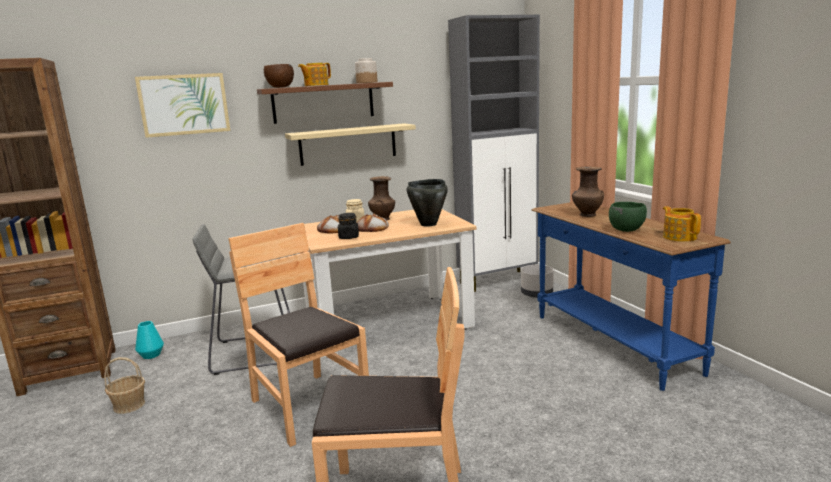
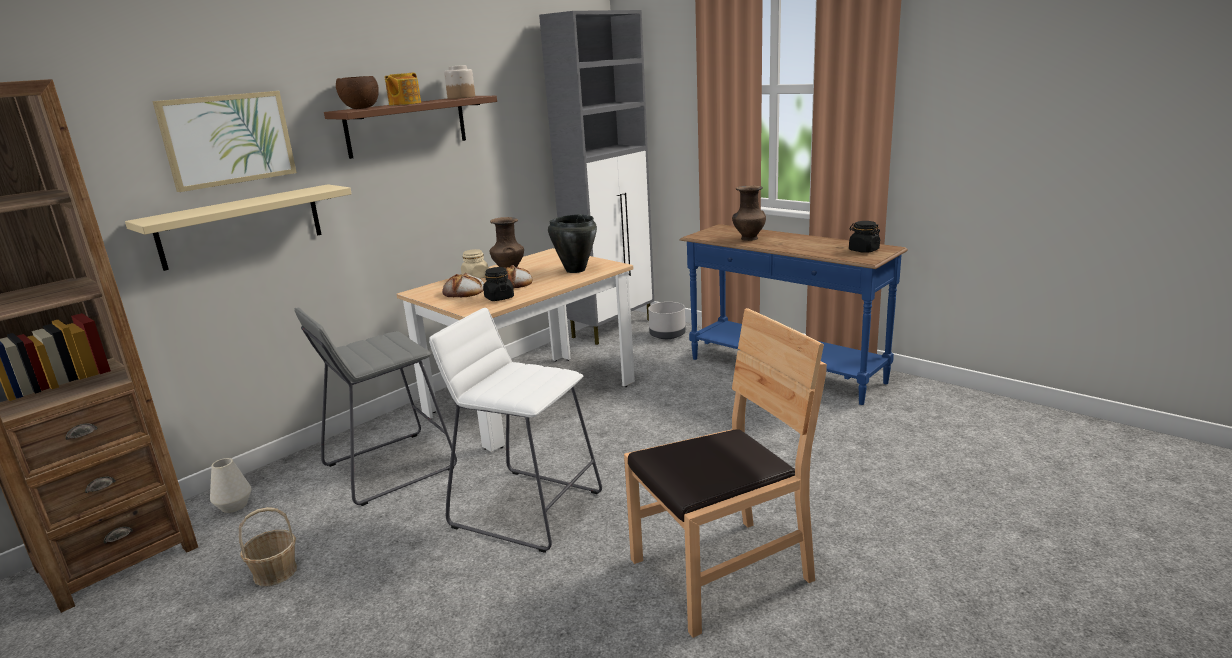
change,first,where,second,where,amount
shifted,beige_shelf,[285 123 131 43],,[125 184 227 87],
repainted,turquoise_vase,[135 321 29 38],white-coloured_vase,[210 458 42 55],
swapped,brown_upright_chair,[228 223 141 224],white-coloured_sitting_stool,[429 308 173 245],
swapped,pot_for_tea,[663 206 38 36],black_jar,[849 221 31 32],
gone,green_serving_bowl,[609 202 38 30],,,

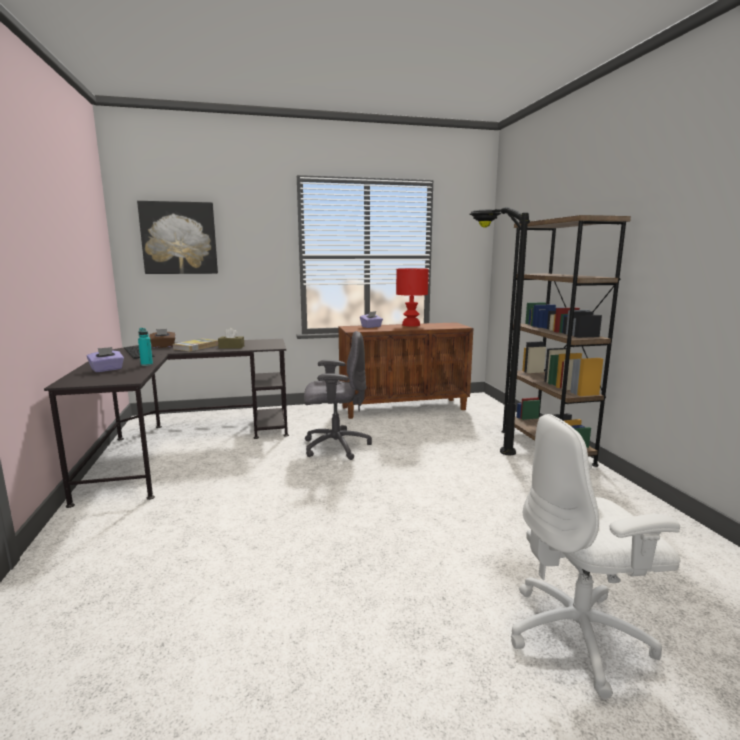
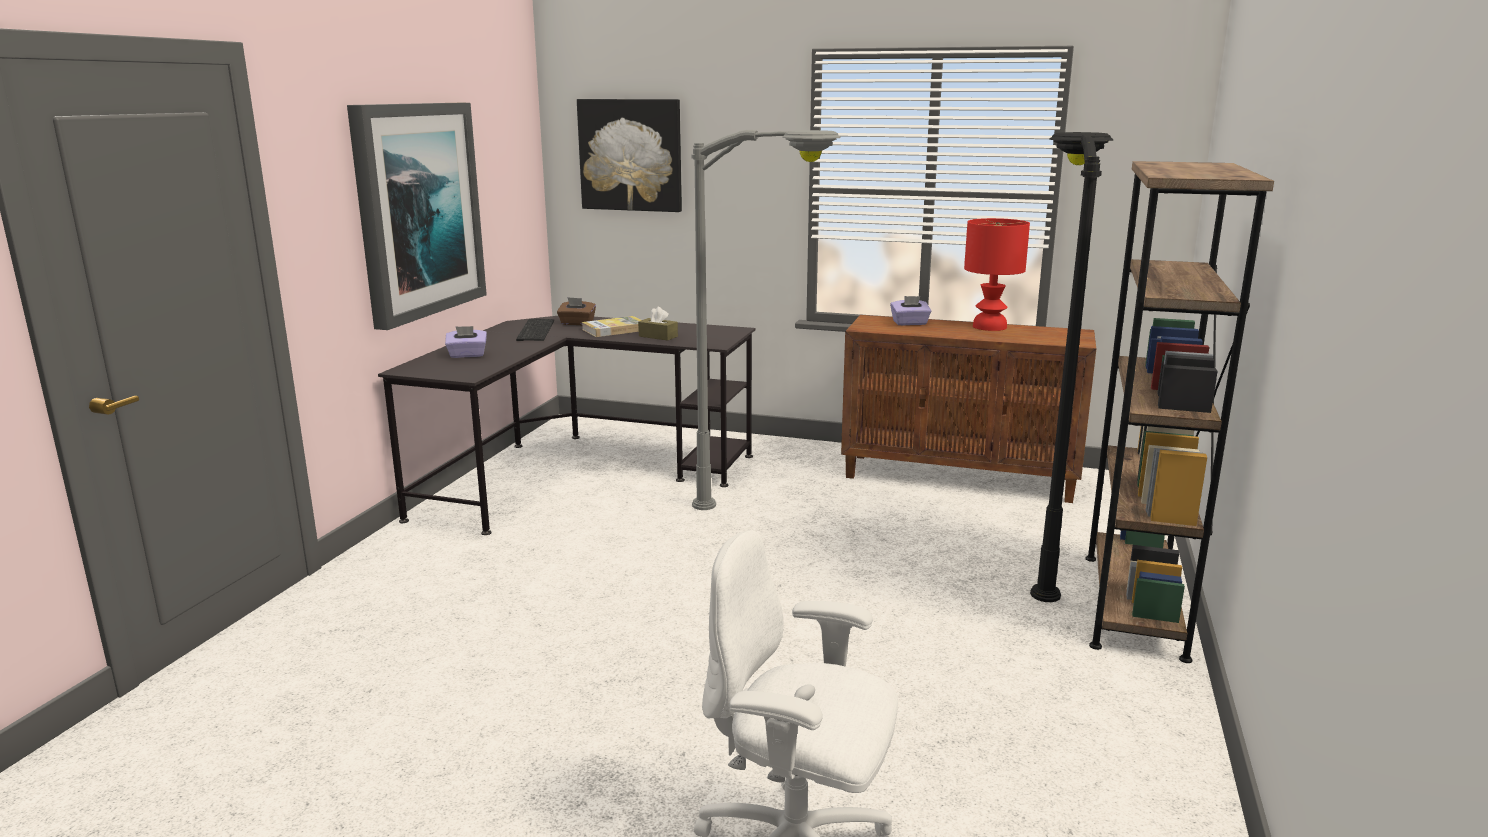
change,first,where,second,where,amount
new,,,wall_art,[347 103 140 227],
swapped,greyish_office_chair,[304 331 68 129],greyish_standard_lamp,[691 130 150 380],
gone,turquoise_bottle,[138 328 15 38],,,

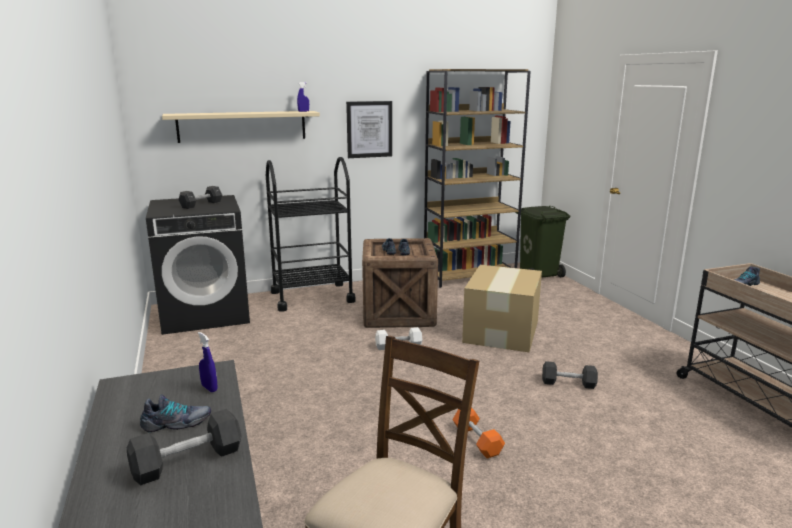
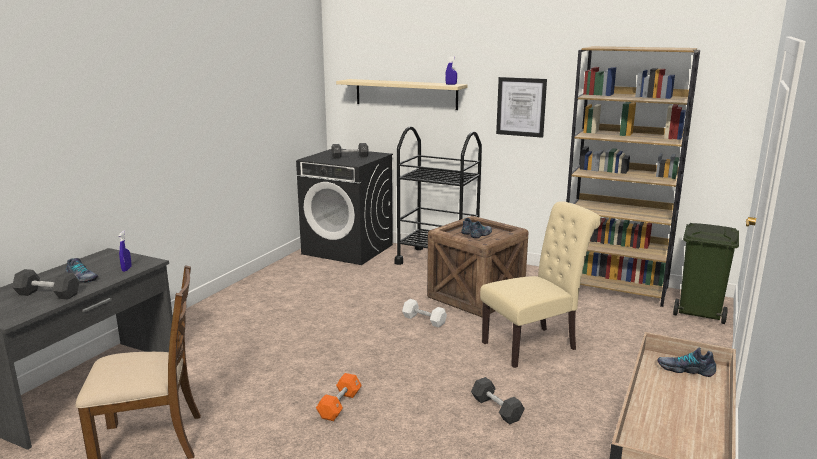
change,first,where,second,where,amount
swapped,packing_box,[462 265 80 87],beige_upright_chair,[480 201 121 167],

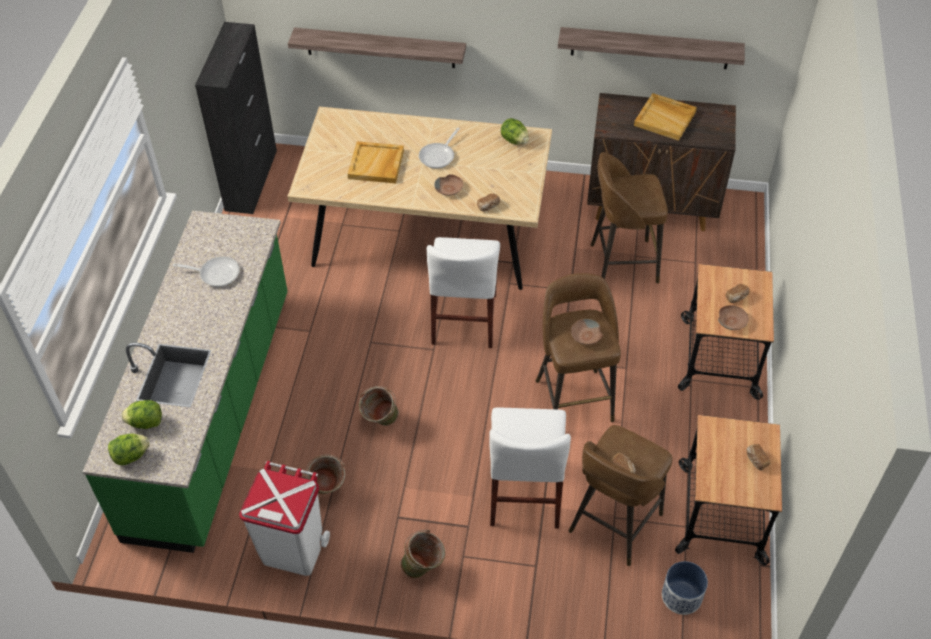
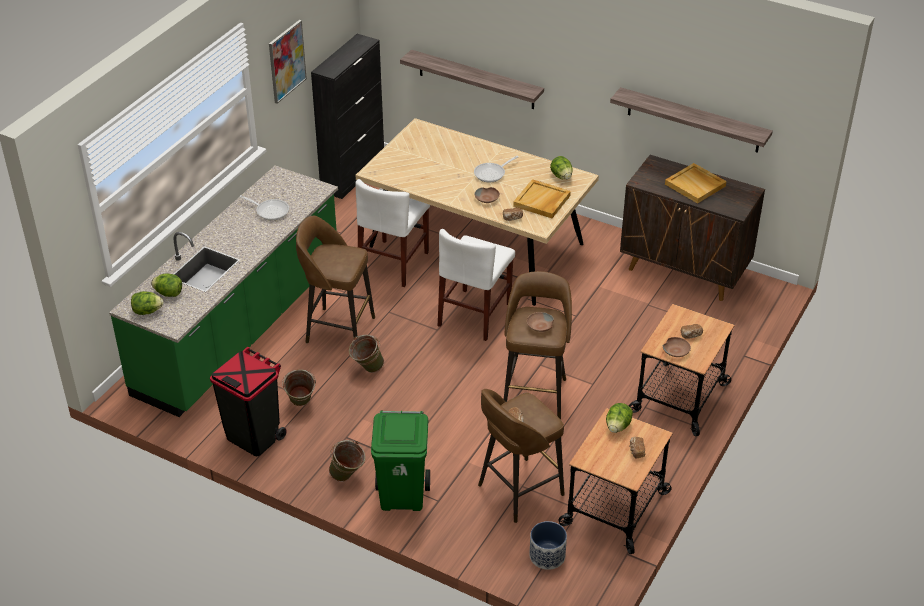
change,first,where,second,where,amount
repainted,white-coloured_waste_bin,[239 461 91 115],black_waste_bin,[210 347 77 109],
new,,,wall_art,[269 20 38 84],
shifted,brown_sitting_stool,[591 152 77 131],,[296 216 79 127],
shifted,white-coloured_upright_chair,[489 408 82 121],,[355 179 75 108],
new,,,green_waste_bin,[371 410 59 101],
shifted,beige_serving_tray,[347 141 57 42],,[513 179 58 39],
new,,,head_of_lettuce,[606 403 27 30],

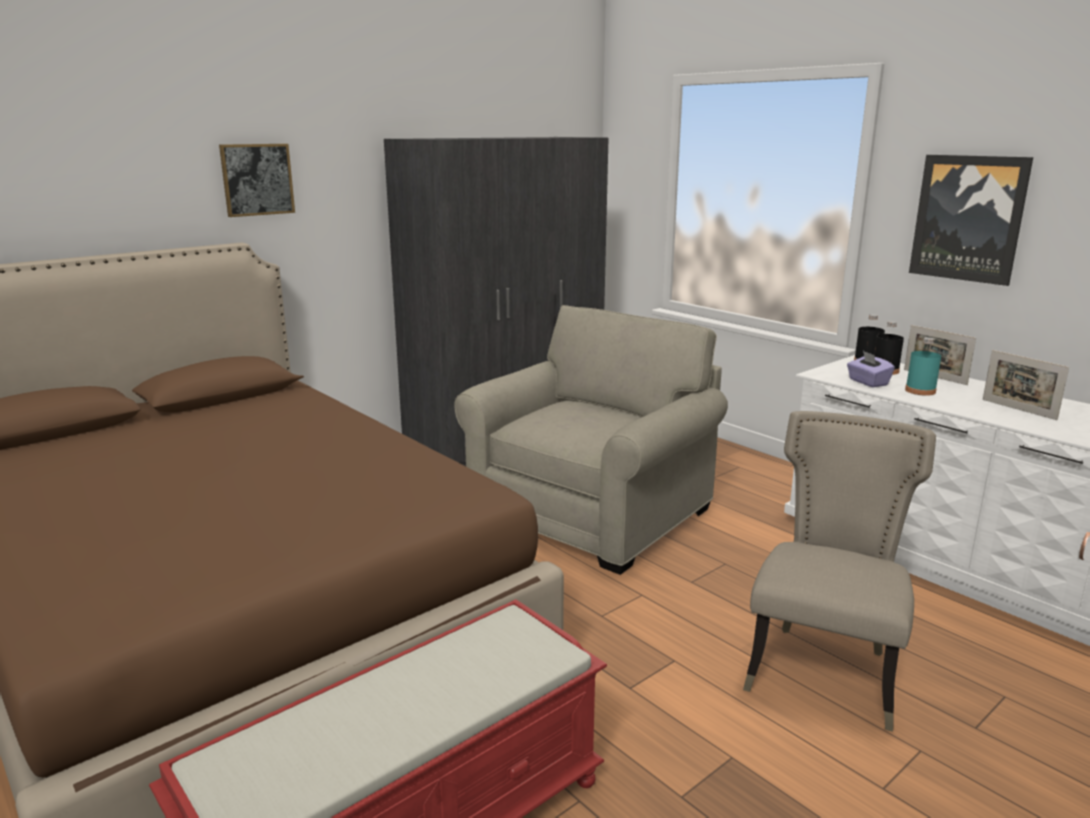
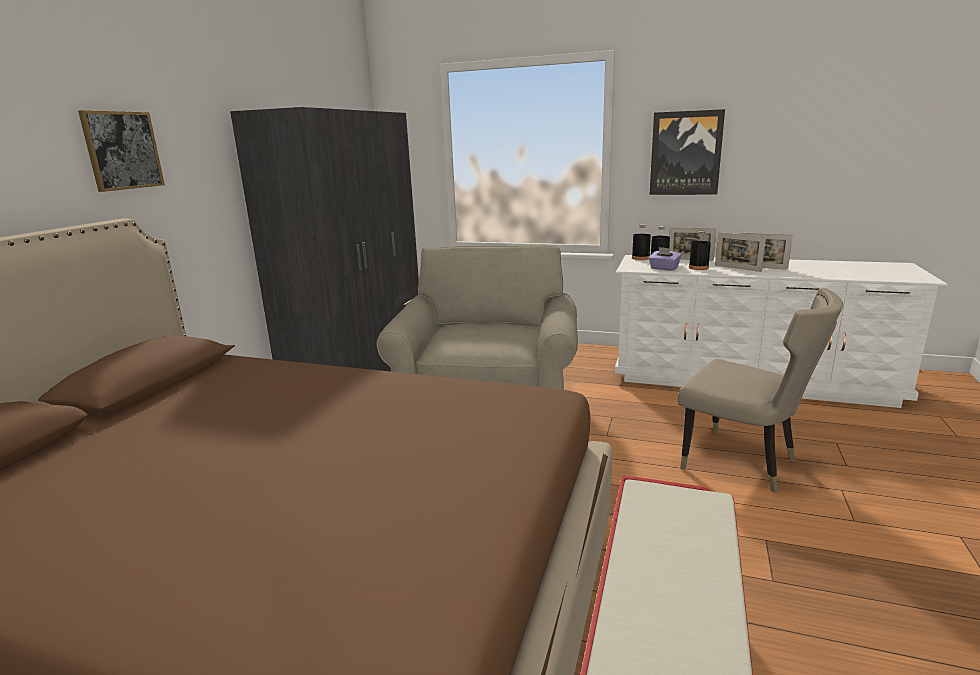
change,first,where,second,where,amount
rotated,beige_upright_chair,[743 411 193 321],,[678 288 165 205],135 degrees clockwise
repainted,turquoise_bottle,[905 337 36 59],black_bottle,[689 231 22 39],
new,,,picture_frame,[715 232 51 40],

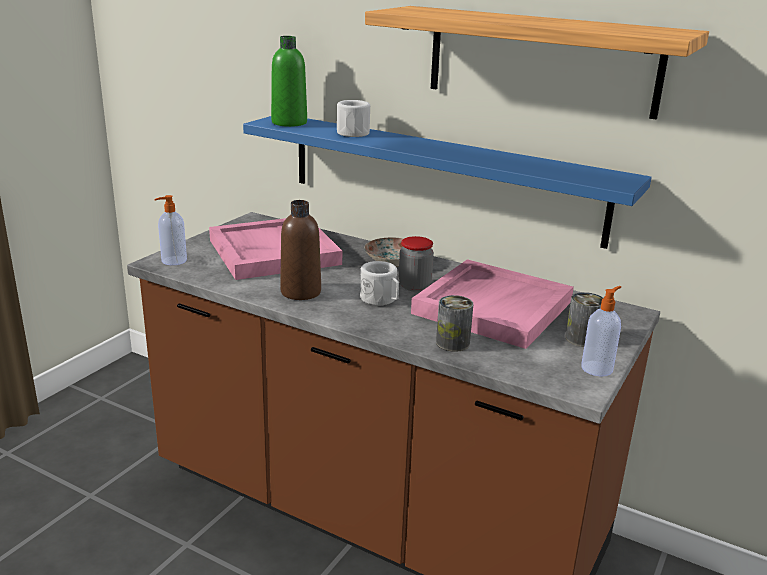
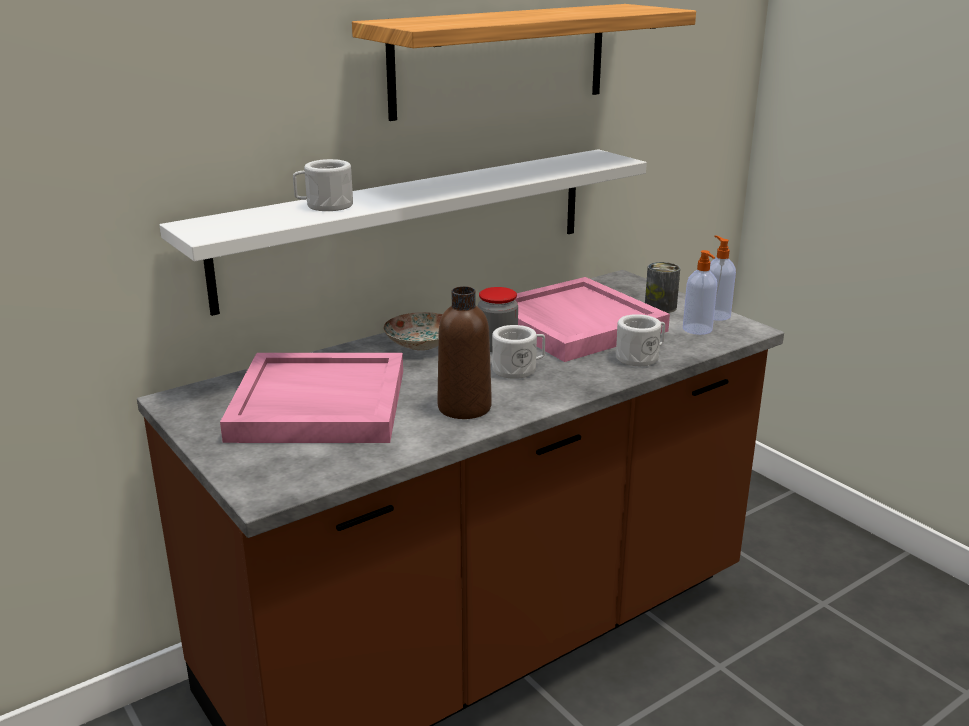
change,first,where,second,where,amount
repainted,blue_shelf,[243 116 409 133],white-coloured_shelf,[160 149 487 167],
swapped,metal_can,[436 295 37 57],white-coloured_coffee_mug,[616 314 49 52],
shifted,liquid_soap_bottle,[155 195 32 70],,[683 250 34 85],
gone,green_bottle,[271 36 36 91],,,

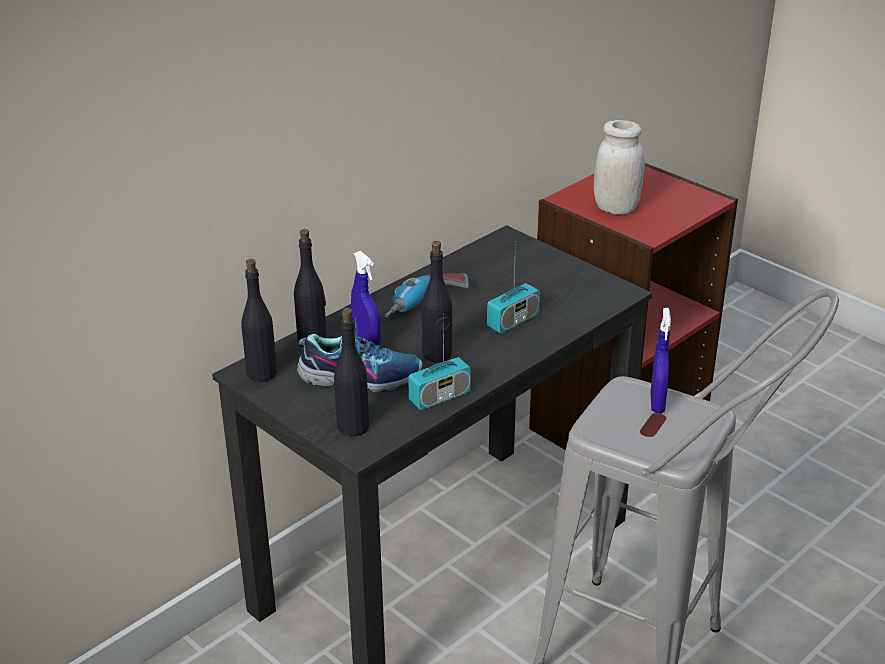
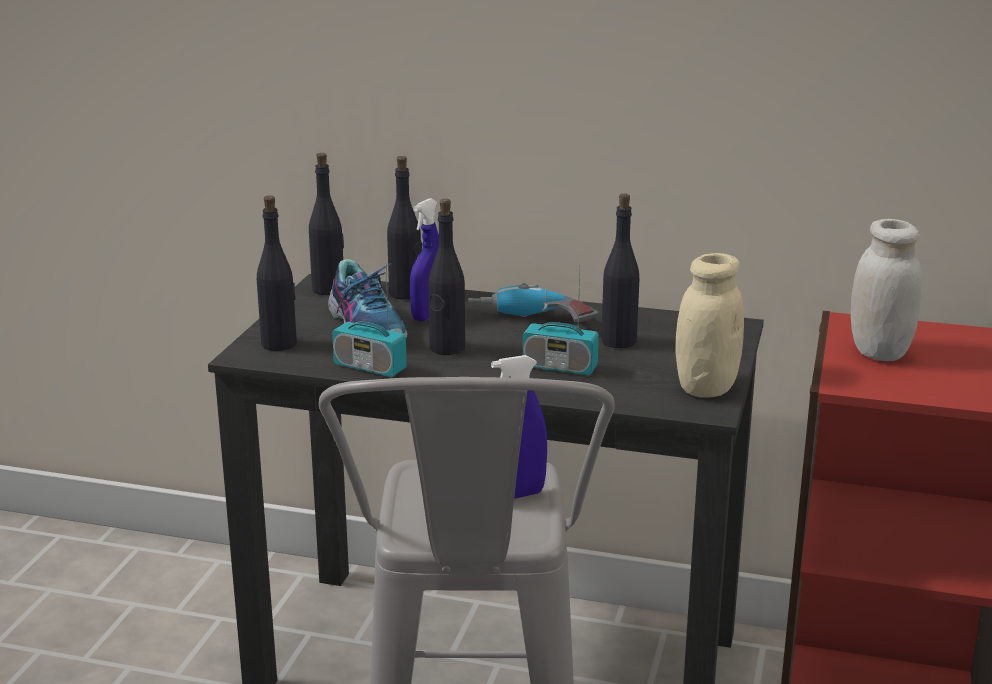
change,first,where,second,where,amount
new,,,black_bottle,[601 193 38 155],
new,,,beige_jar,[676 253 68 145],

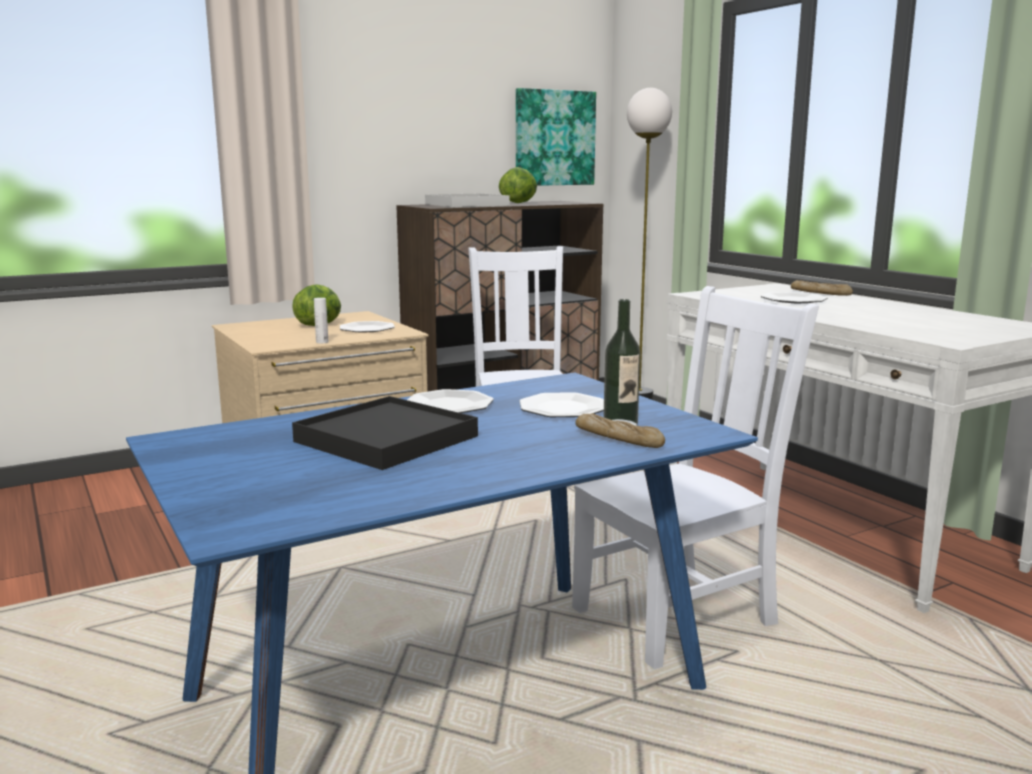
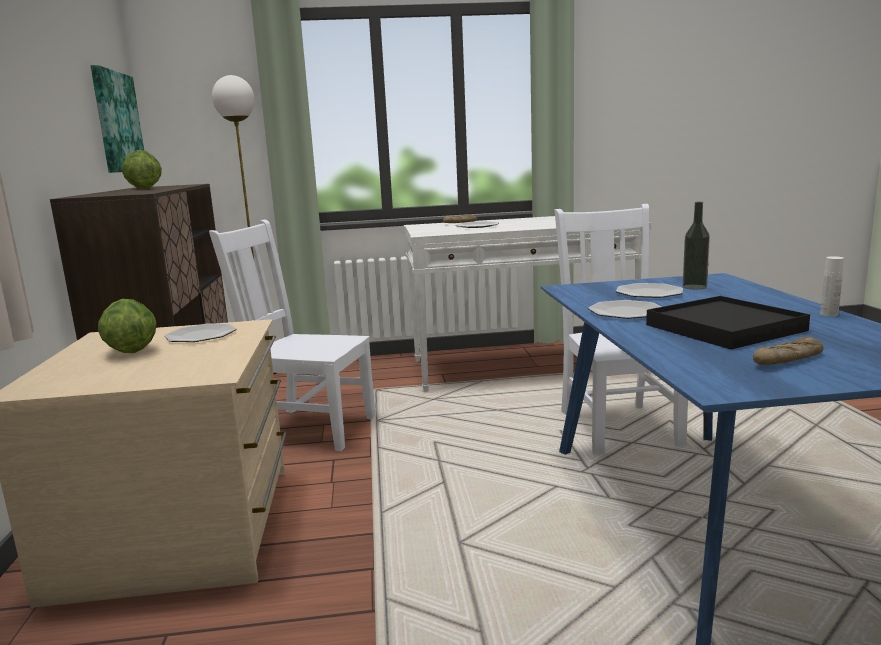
change,first,where,second,where,amount
shifted,bakery_bread,[575 414 90 34],,[753 337 71 28],
shifted,white-coloured_bottle,[314 298 14 45],,[820 256 24 60],
gone,white-coloured_serving_tray,[425 194 85 13],,,

